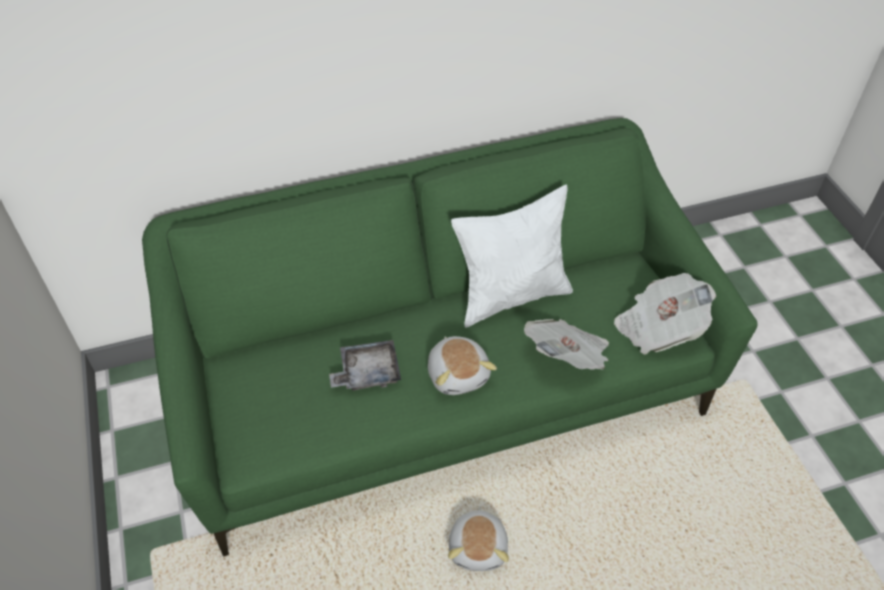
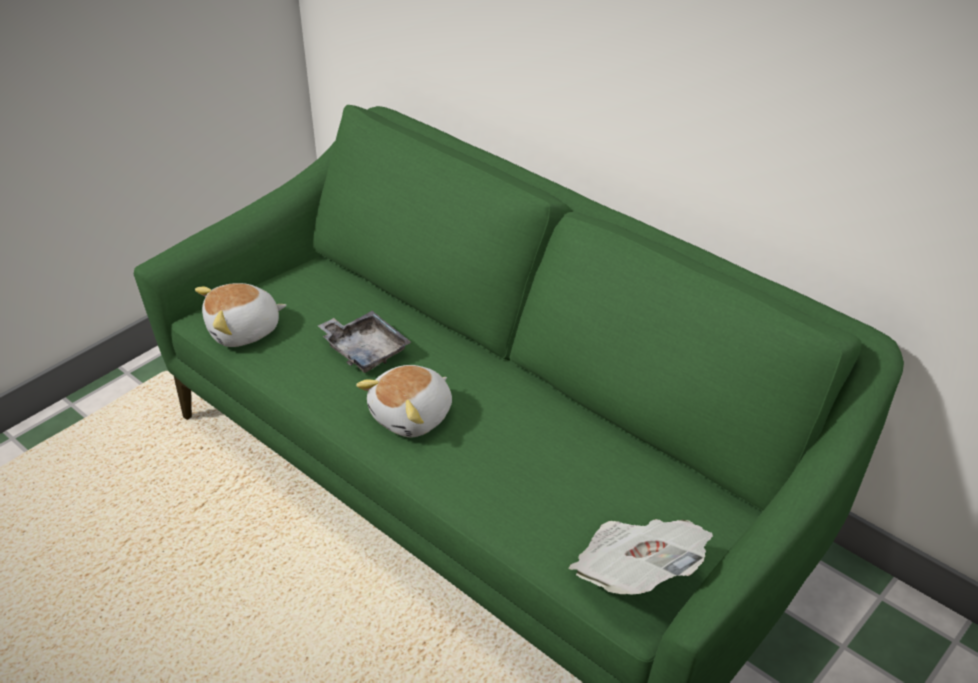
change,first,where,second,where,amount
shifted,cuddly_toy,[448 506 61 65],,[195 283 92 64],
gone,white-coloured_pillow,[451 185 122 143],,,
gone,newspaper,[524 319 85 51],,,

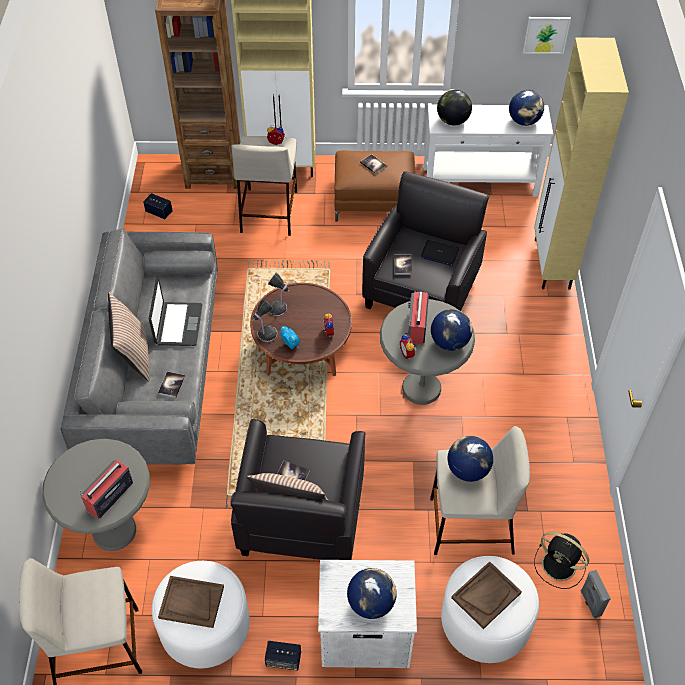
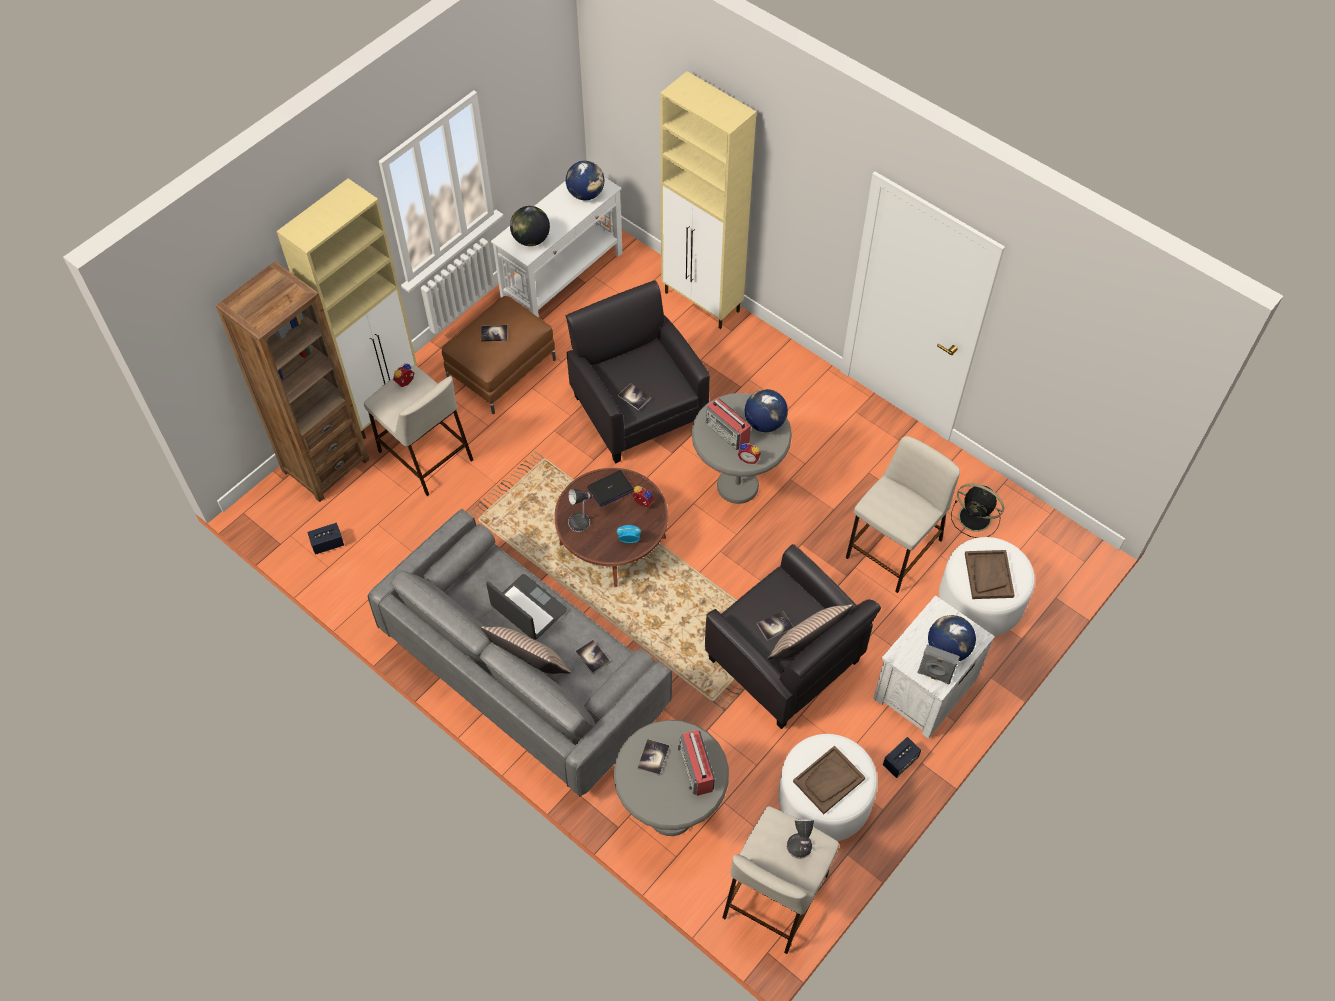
change,first,where,second,where,amount
shifted,portable_computer,[421 240 38 26],,[587 470 46 37],
new,,,book,[637 739 33 37],
shifted,lamp_for_a_table,[253 299 24 43],,[786 820 28 39],
shifted,greyish_audio_speaker,[580 570 31 49],,[918 645 42 39],
rotated,black_fan,[534 532 55 57],,[951 484 53 54],45 degrees clockwise
gone,desk_globe,[448 436 45 46],,,
gone,wall_art,[523 17 48 37],,,

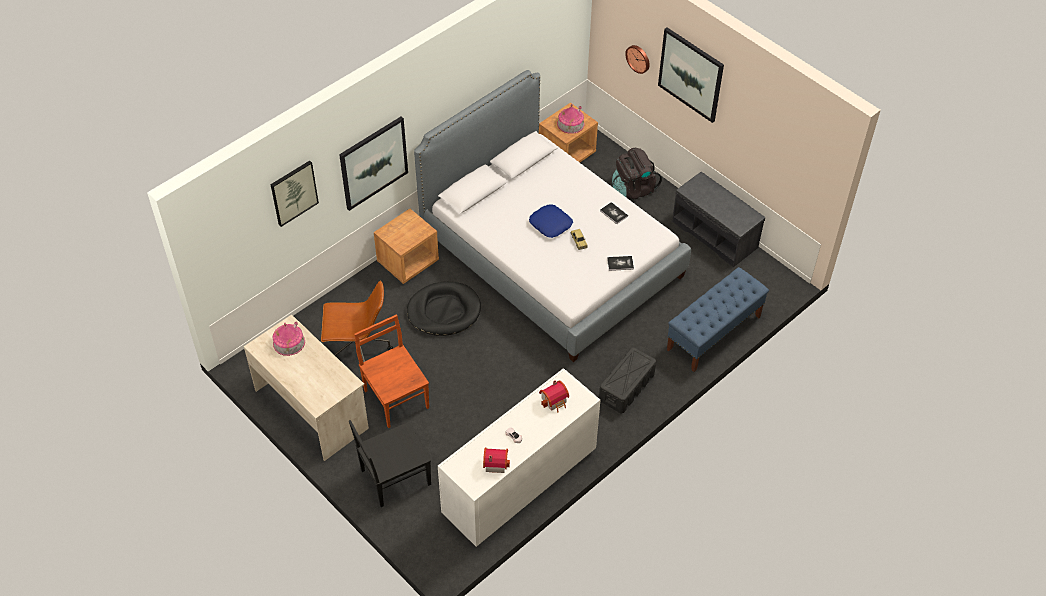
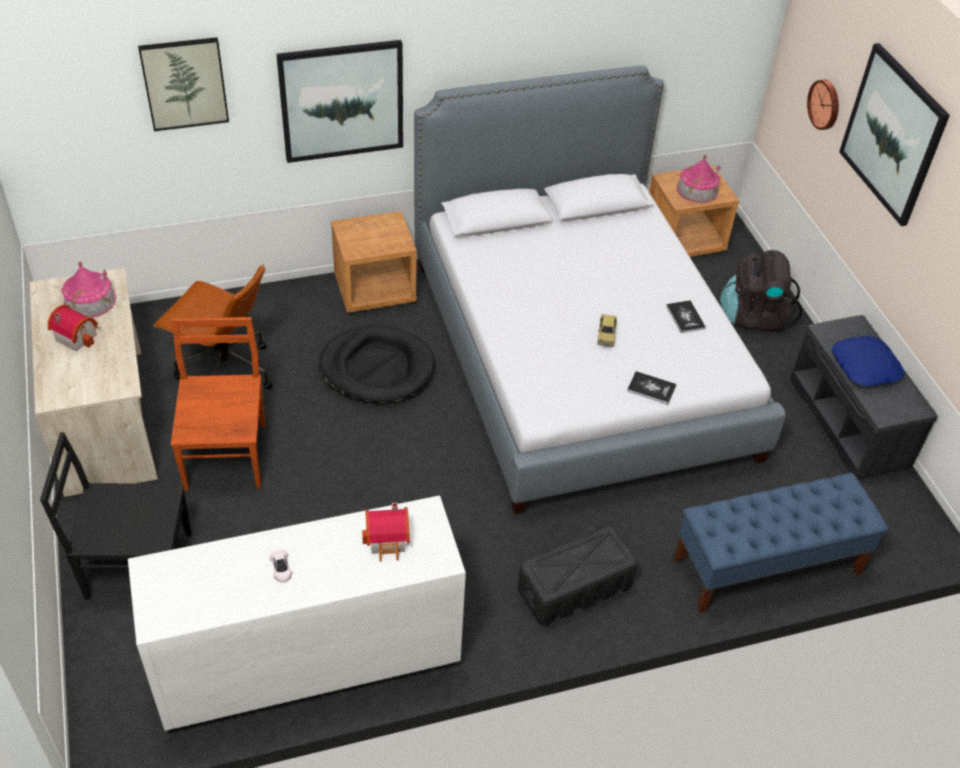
change,first,where,second,where,amount
shifted,model_house,[483 448 27 25],,[48 305 50 46],
shifted,blue_pillow,[529 204 44 34],,[832 336 73 50],

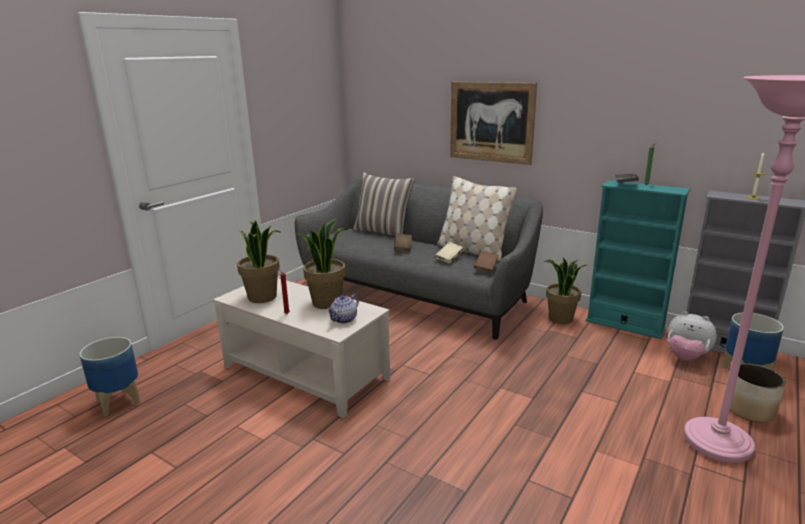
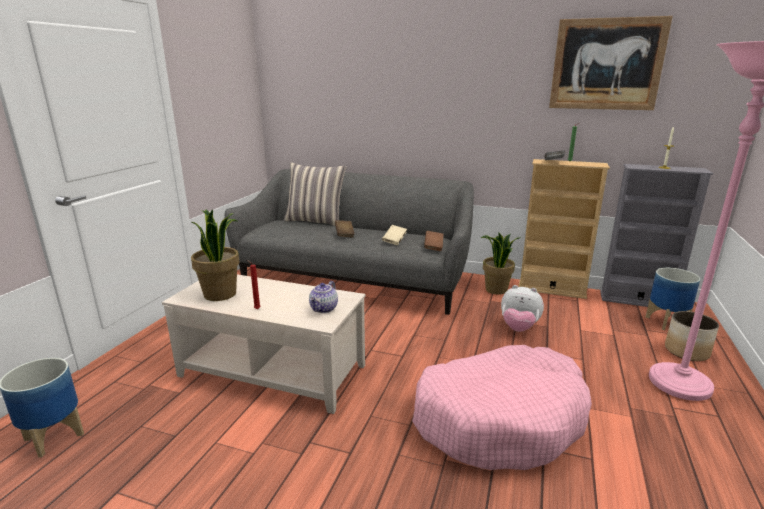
change,first,where,second,where,amount
new,,,pink-coloured_dog_bed,[412 345 180 125],
shifted,cuddly_toy,[668 311 49 50],,[501 285 43 47],
repainted,turquoise_bookshelf,[586 180 104 159],beige_bookshelf,[518 159 92 140],
shifted,wall_art,[450 82 87 83],,[549 16 124 94],
gone,houseplant,[296 219 53 90],,,
gone,beige_pillow,[437 176 80 86],,,

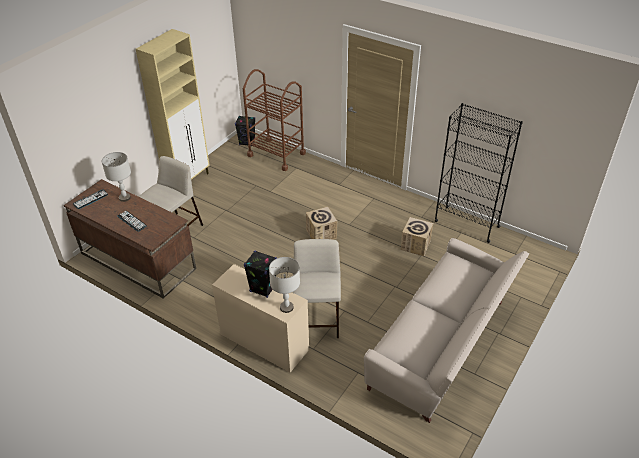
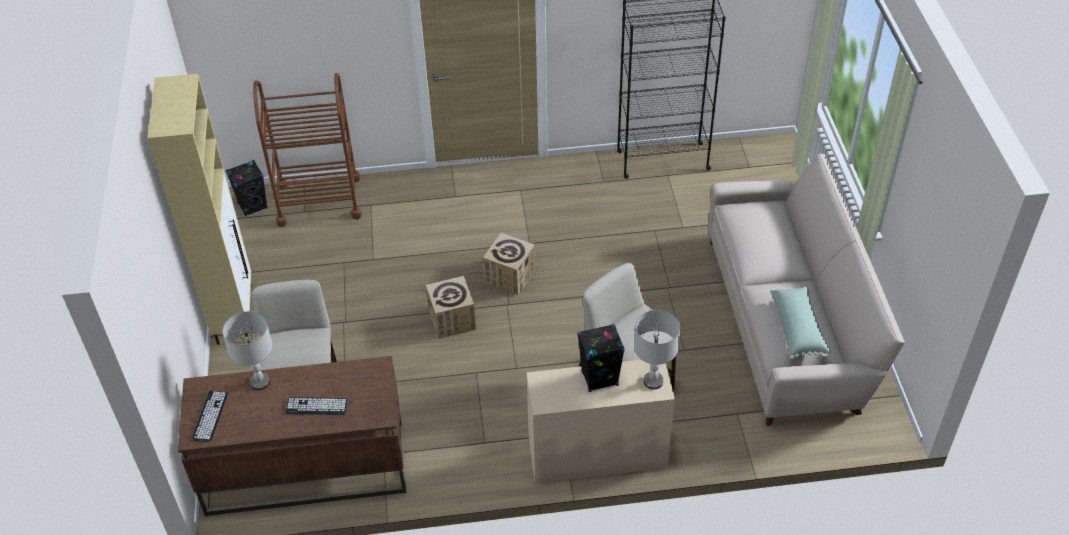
change,first,where,second,where,amount
shifted,packing_box,[401 217 32 39],,[426 276 50 63],
new,,,green_pillow,[771 287 61 72],

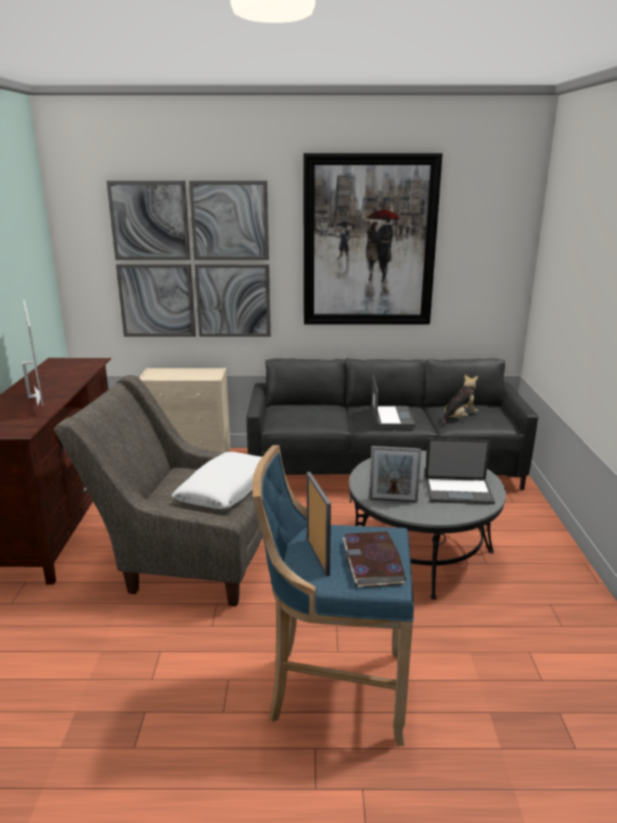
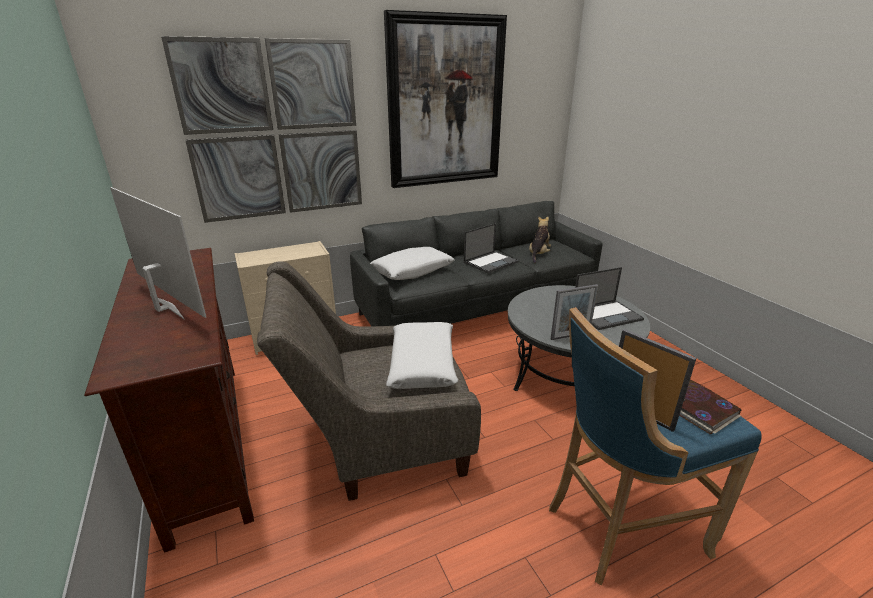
change,first,where,second,where,amount
new,,,white-coloured_pillow,[370 247 85 33],
rotated,portable_computer,[371 375 45 52],,[464 223 55 50],75 degrees clockwise

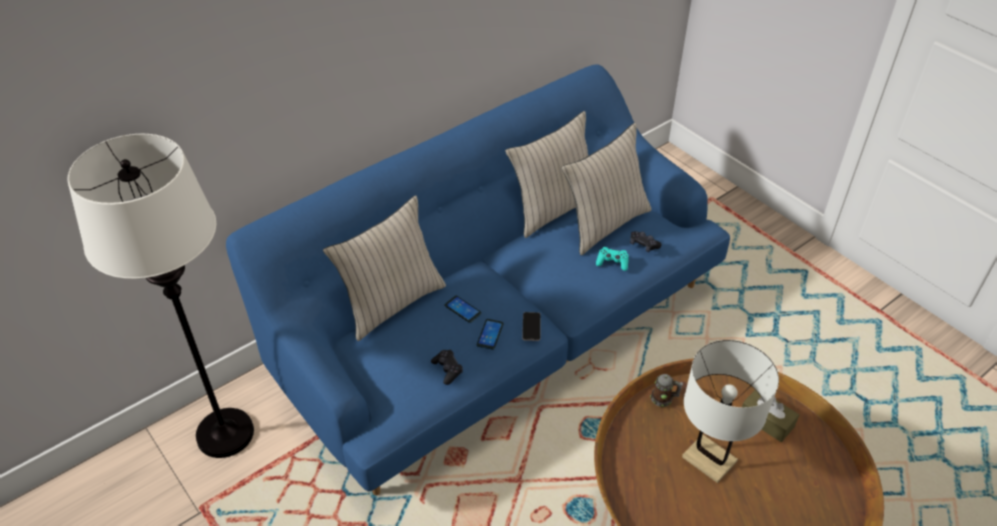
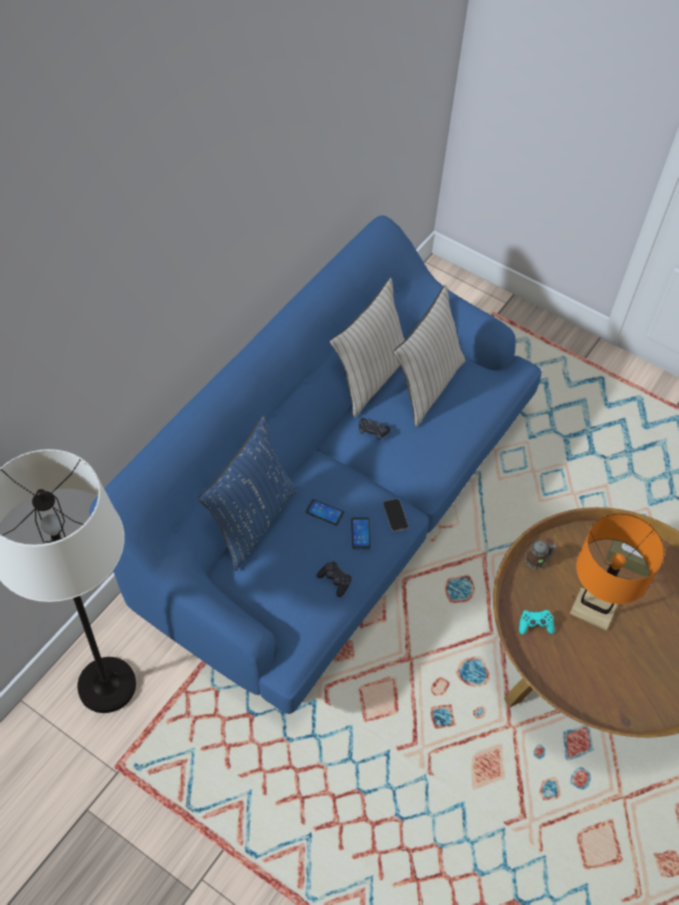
change,first,where,second,where,amount
repainted,beige_pillow,[323 195 123 146],blue_pillow,[198 415 100 156],
shifted,black_gamepad,[630 231 32 21],,[359 418 31 22],
shifted,turquoise_gamepad,[596 247 33 24],,[519 610 35 24],
repainted,white-coloured_lamp_for_a_table,[682 340 97 143],orangey_lamp_for_a_table,[570 513 94 118],

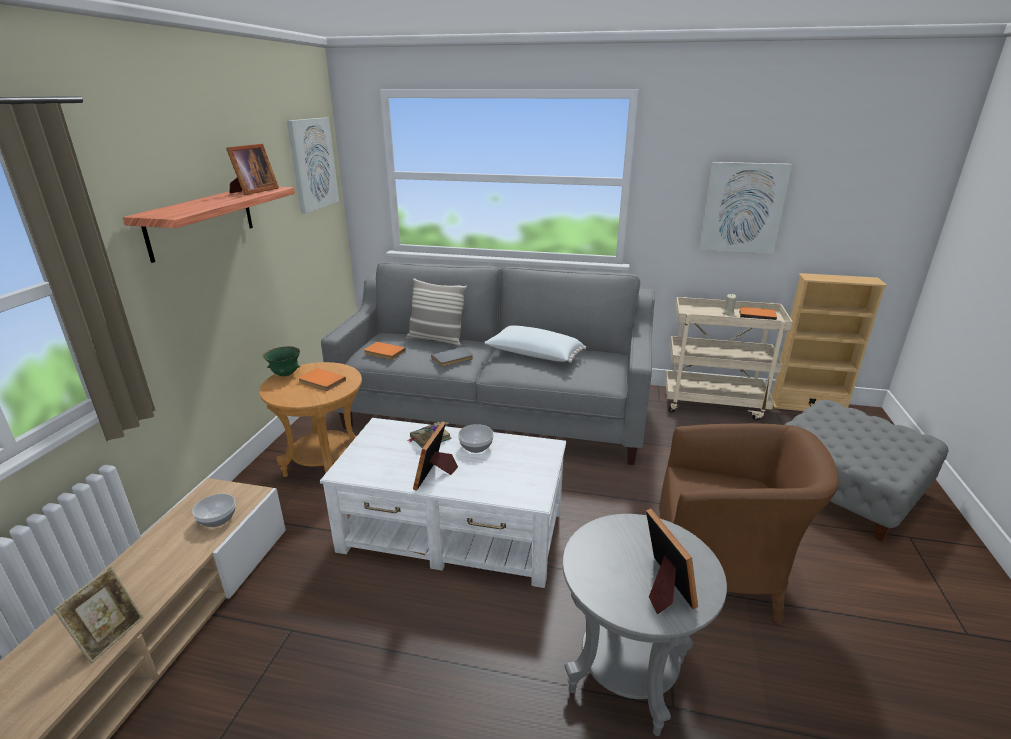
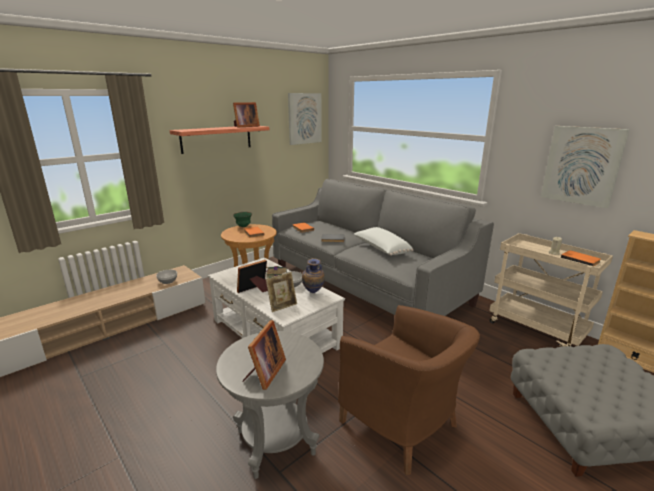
change,first,where,second,where,amount
shifted,picture_frame,[53 567 91 97],,[266 272 31 40],
new,,,vase,[302 258 23 35],
gone,pillow,[406 278 61 68],,,

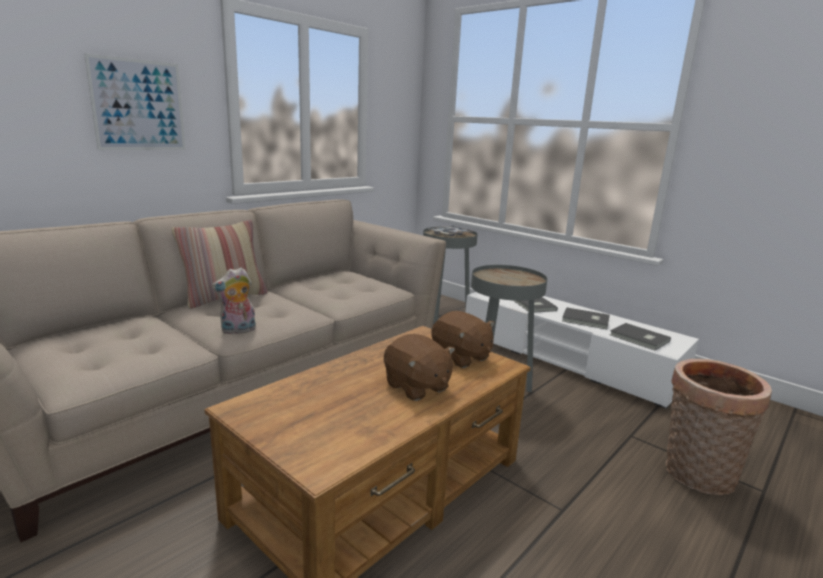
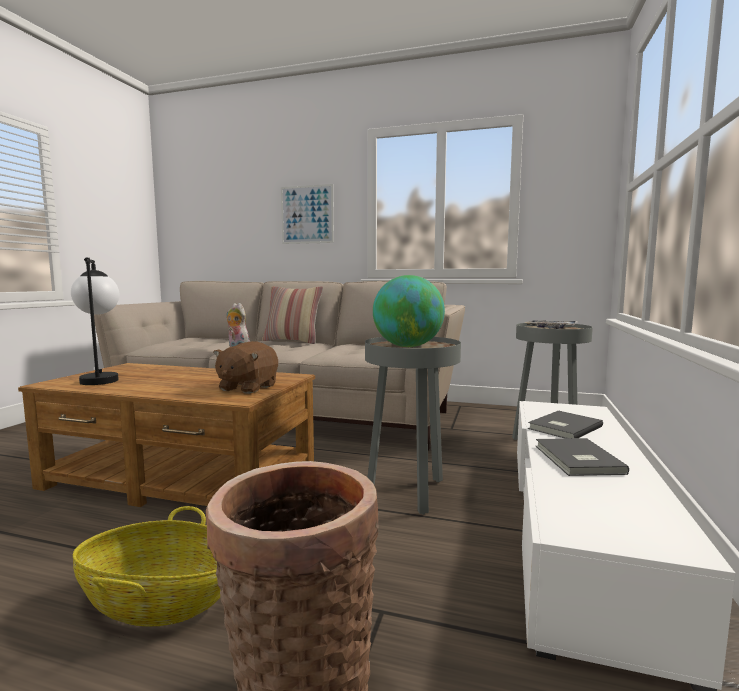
change,first,where,second,where,amount
new,,,lamp_for_a_table,[71 258 48 127],
new,,,basket,[73 506 147 121],
new,,,desk_globe,[373 275 72 72],
gone,brown_cuddly_toy,[384 334 71 67],,,
gone,greyish_book,[610 323 61 28],,,

